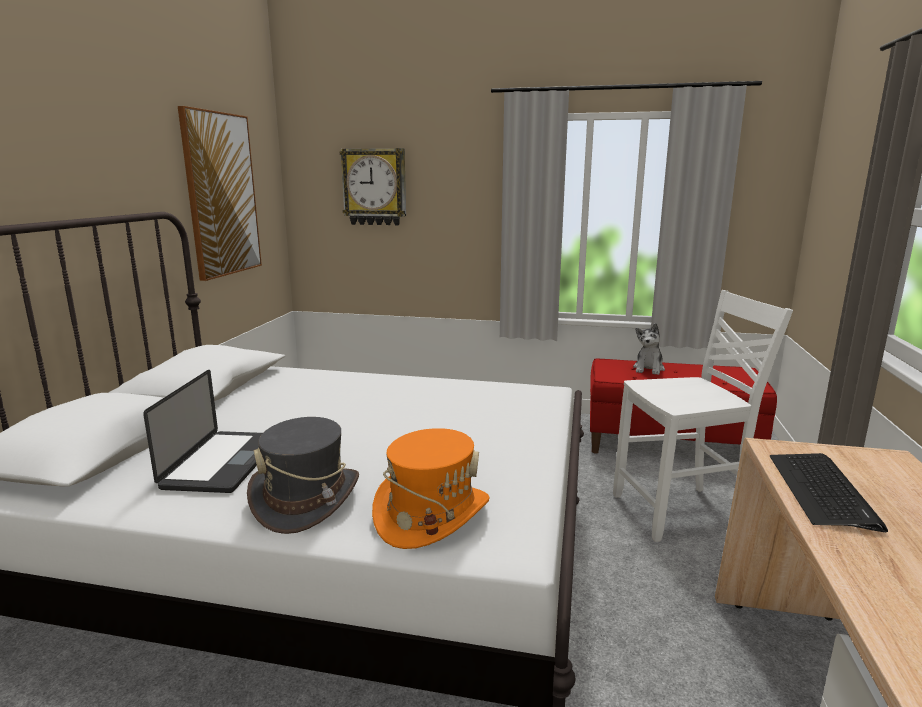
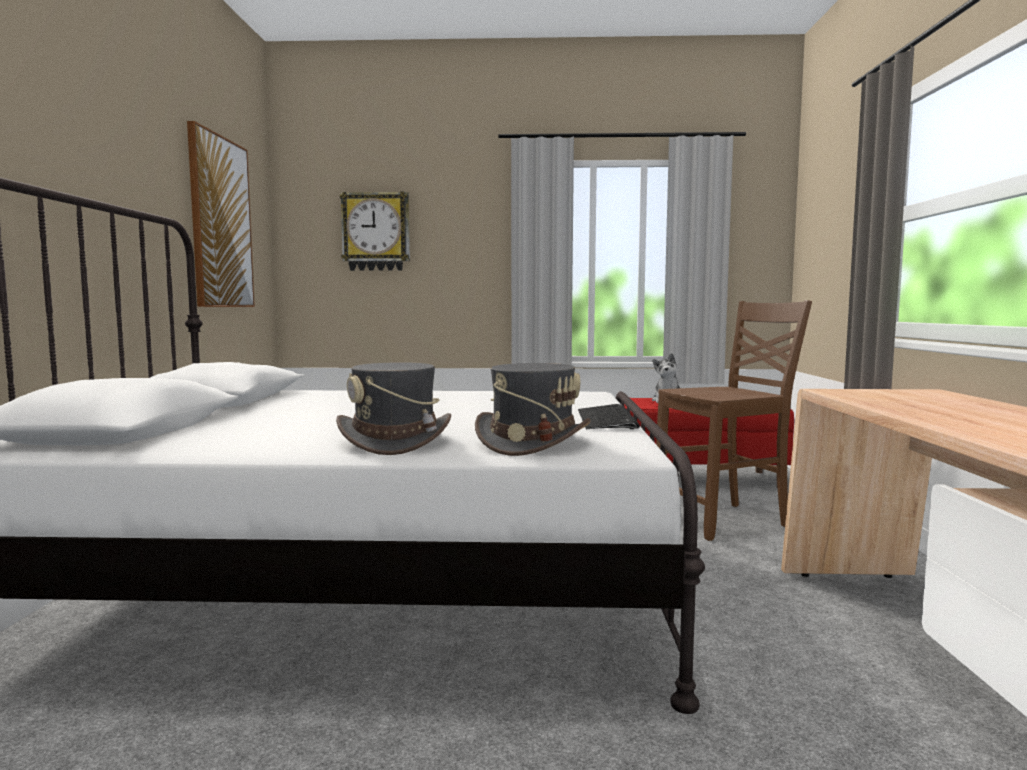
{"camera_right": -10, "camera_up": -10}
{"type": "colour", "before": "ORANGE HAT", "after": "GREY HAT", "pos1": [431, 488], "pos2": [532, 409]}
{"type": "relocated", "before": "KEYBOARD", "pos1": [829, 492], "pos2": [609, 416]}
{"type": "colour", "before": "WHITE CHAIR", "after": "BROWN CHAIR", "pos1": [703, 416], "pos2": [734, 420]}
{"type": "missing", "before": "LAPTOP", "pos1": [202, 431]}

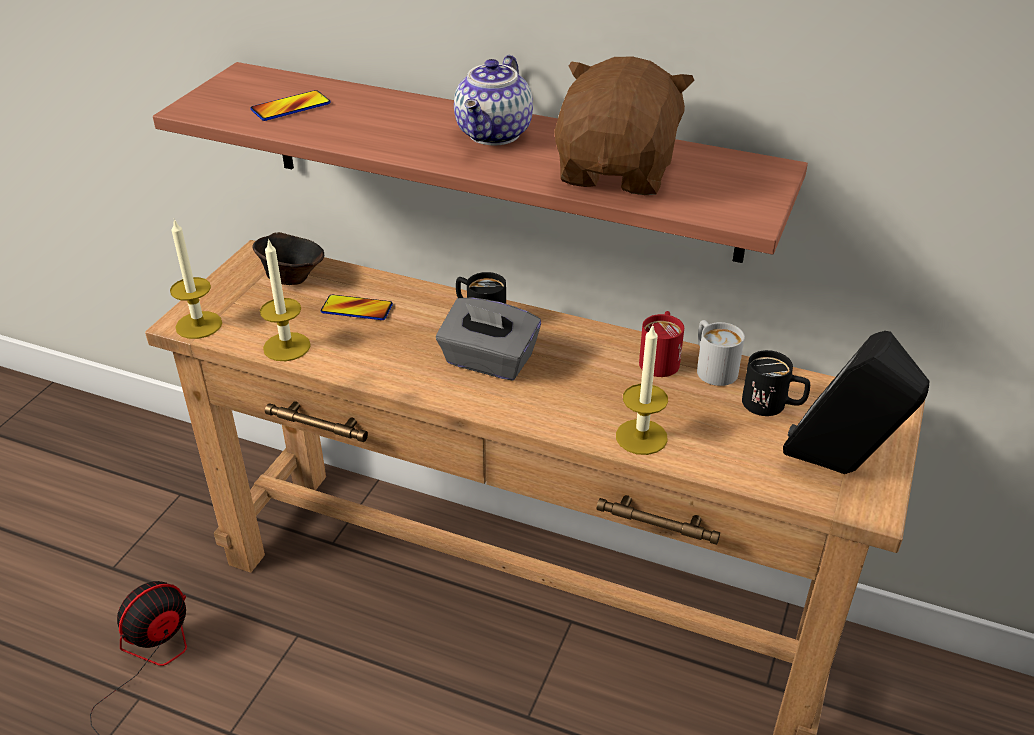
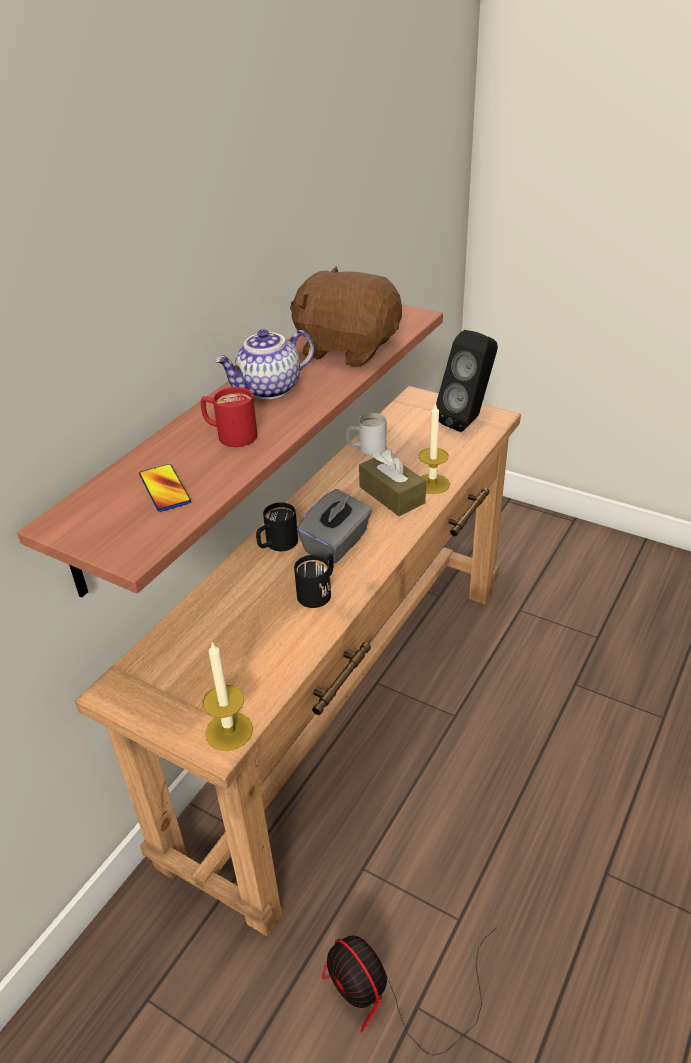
{"camera_right": -80, "camera_up": 0}
{"type": "relocated", "before": "RED MUG", "pos1": [661, 344], "pos2": [229, 417]}
{"type": "spun", "before": "TEAPOT", "pos1": [493, 100], "pos2": [264, 364], "turn": 120}
{"type": "relocated", "before": "BLACK MUG", "pos1": [776, 383], "pos2": [314, 580]}
{"type": "appeared", "after": "BROWN TISSUE BOX", "pos2": [392, 482]}
{"type": "missing", "before": "BROWN BOWL", "pos1": [288, 258]}
{"type": "missing", "before": "CANDLE", "pos1": [285, 299]}
{"type": "missing", "before": "PHONE", "pos1": [357, 307]}

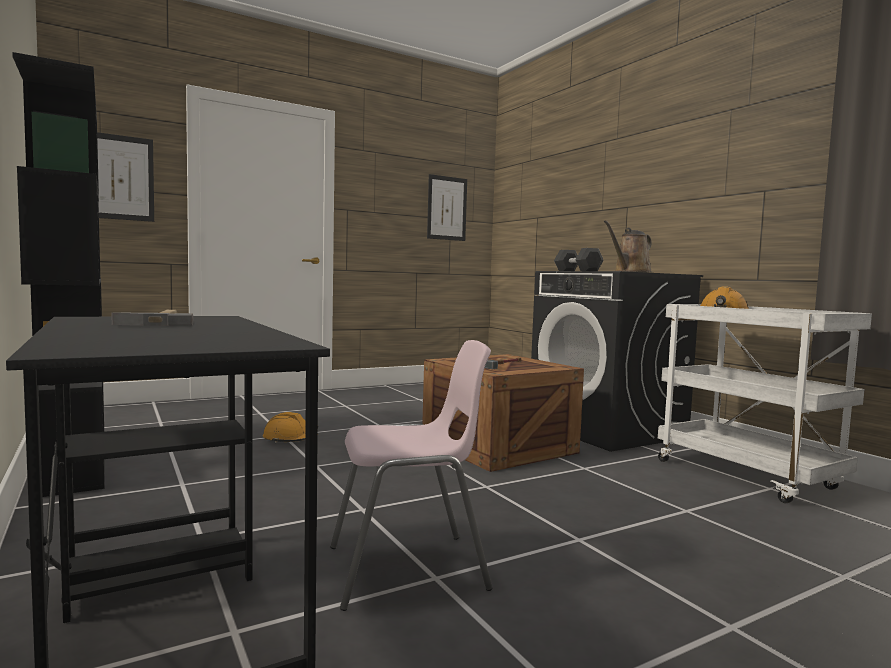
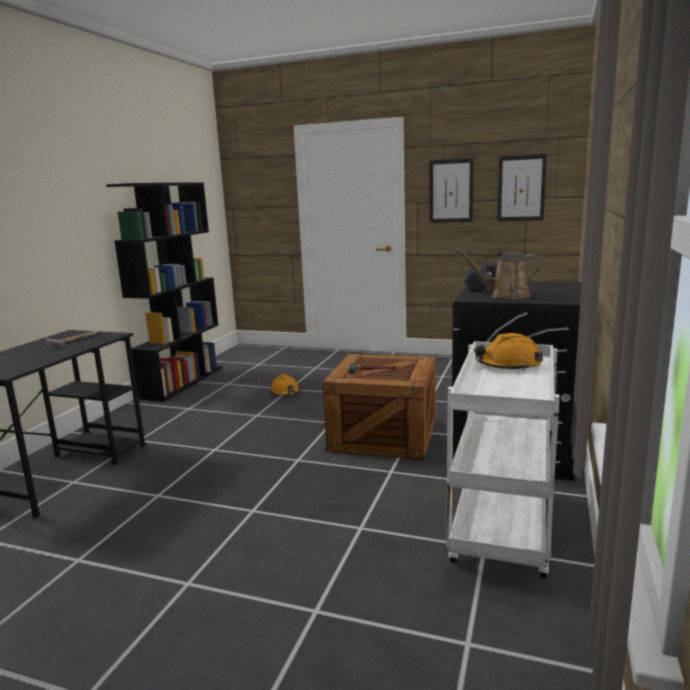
{"camera_right": 50, "camera_up": 10}
{"type": "relocated", "before": "PICTURE", "pos1": [125, 177], "pos2": [452, 190]}
{"type": "missing", "before": "PINK CHAIR", "pos1": [411, 475]}

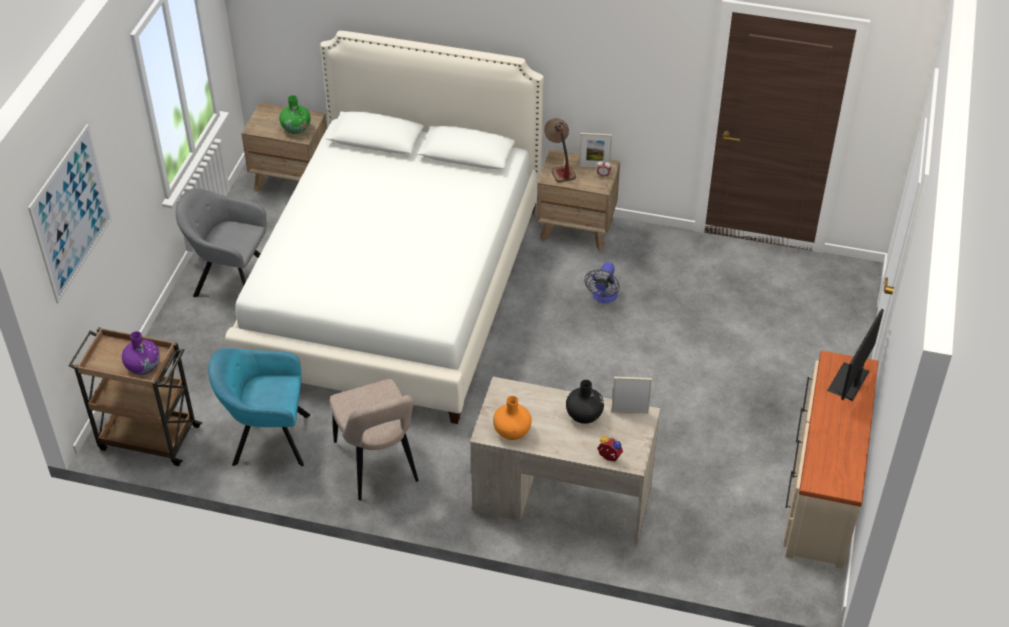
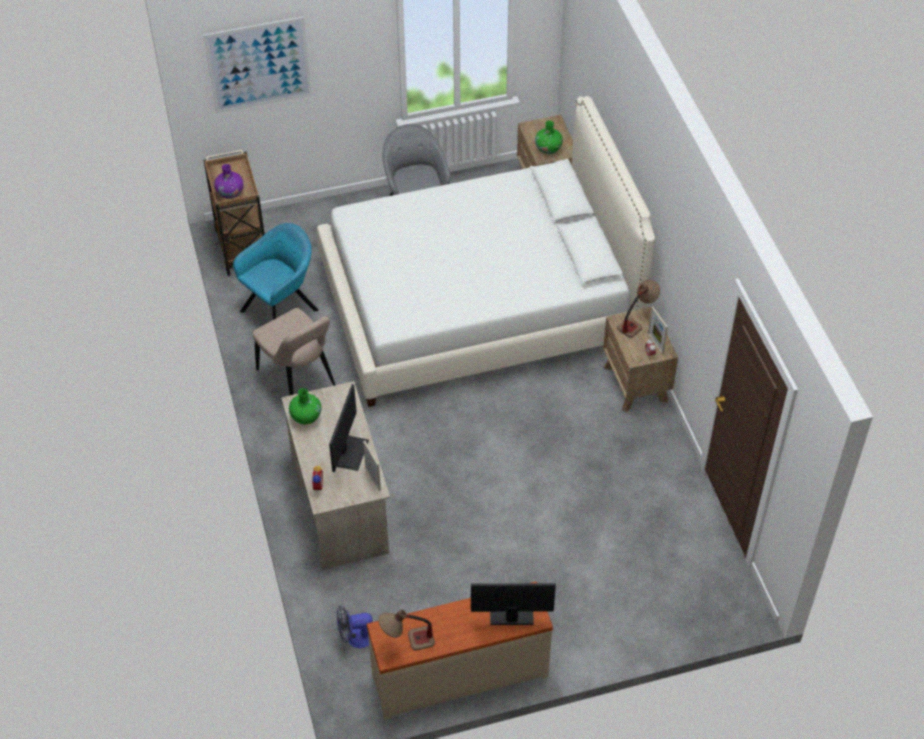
{"camera_right": 60, "camera_up": 5}
{"type": "spun", "before": "TURQUOISE ARMCHAIR", "pos1": [259, 407], "pos2": [275, 271], "turn": 75}
{"type": "spun", "before": "BEIGE CHAIR", "pos1": [374, 439], "pos2": [293, 351], "turn": -75}
{"type": "colour", "before": "ORANGE VASE", "after": "GREEN VASE", "pos1": [512, 418], "pos2": [305, 406]}
{"type": "exchanged", "before": "BLACK VASE", "after": "MONITOR", "pos1": [585, 402], "pos2": [349, 428]}
{"type": "relocated", "before": "FAN", "pos1": [602, 282], "pos2": [354, 627]}
{"type": "appeared", "after": "TABLE LAMP", "pos2": [407, 630]}

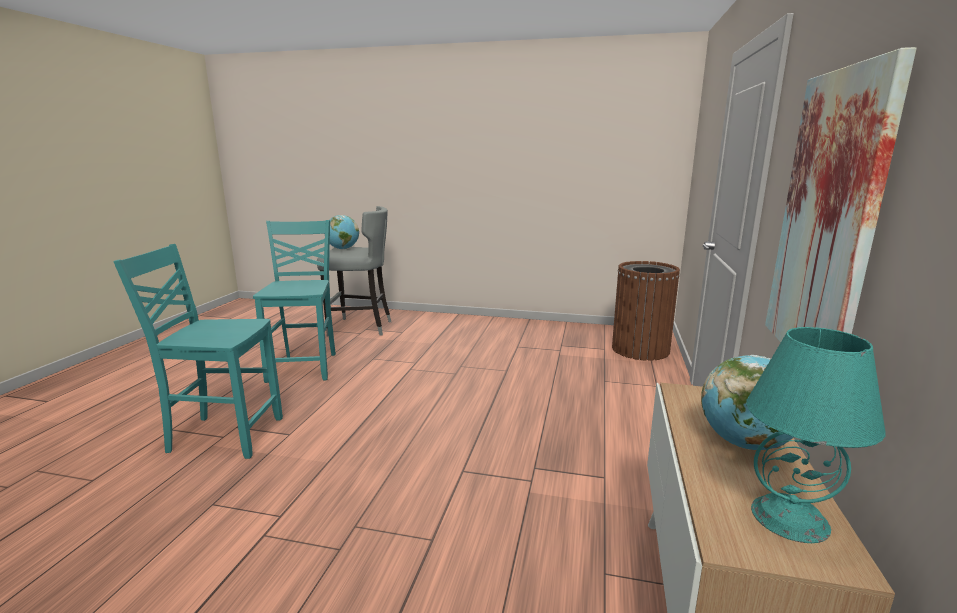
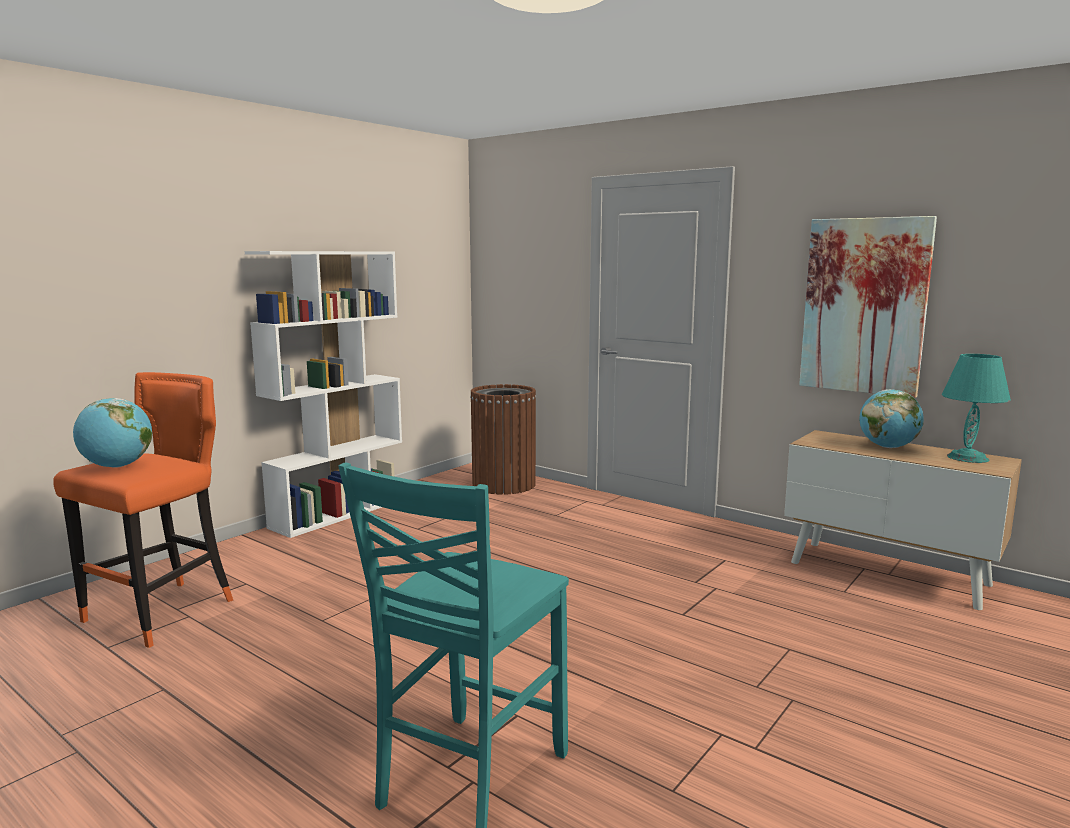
{"camera_right": -65, "camera_up": -5}
{"type": "colour", "before": "GREY STOOL", "after": "ORANGE STOOL", "pos1": [354, 271], "pos2": [143, 510]}
{"type": "appeared", "after": "WHITE BOOKCASE", "pos2": [323, 394]}
{"type": "missing", "before": "TURQUOISE CHAIR", "pos1": [294, 301]}

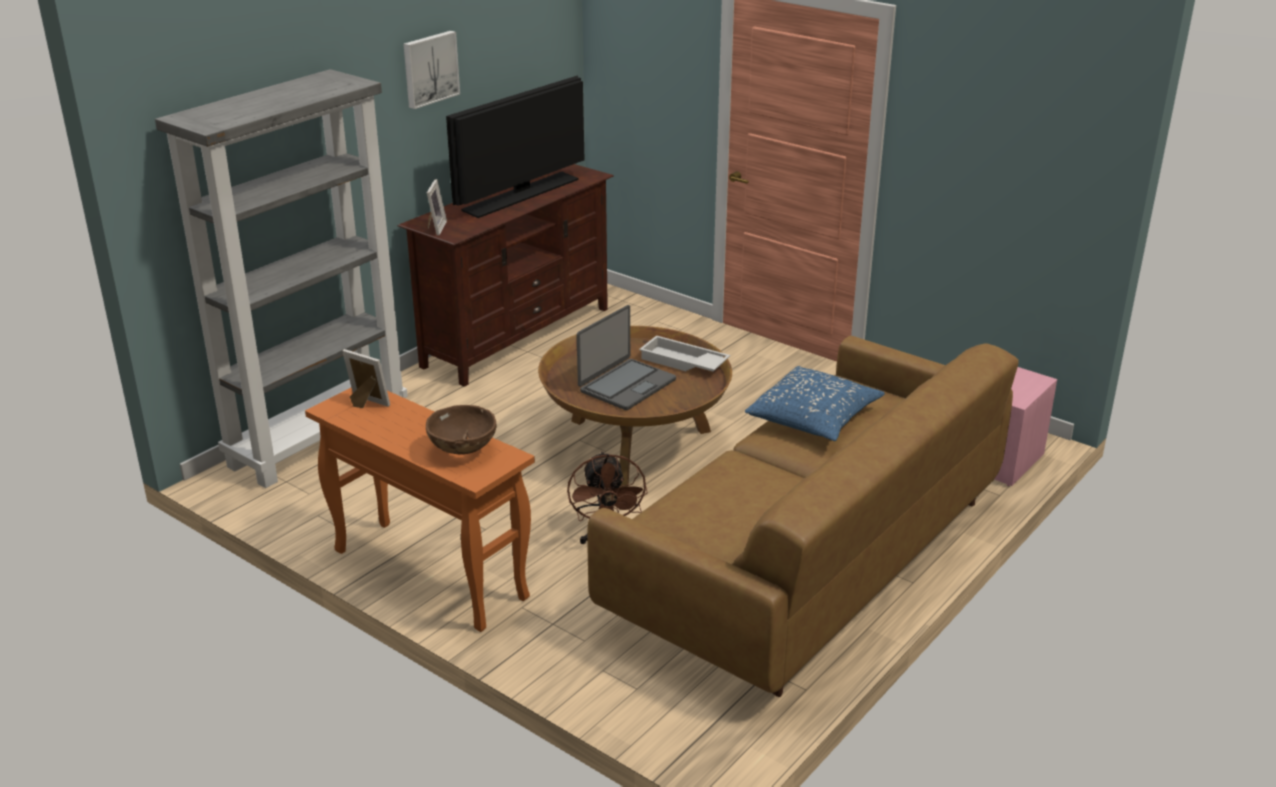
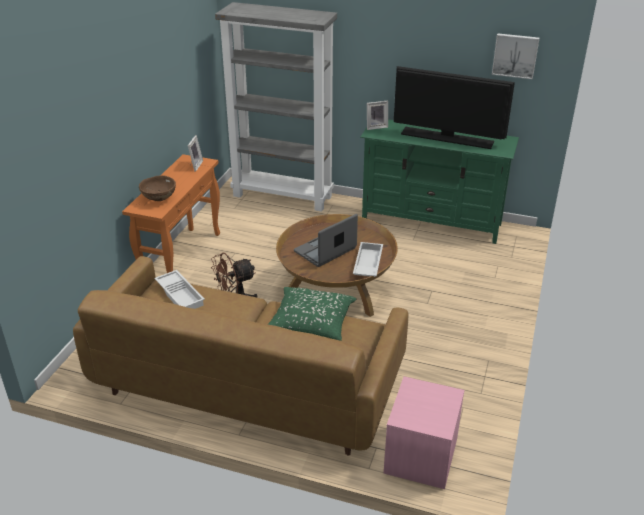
{"camera_right": 70, "camera_up": 5}
{"type": "appeared", "after": "WHITE TRAY", "pos2": [179, 289]}
{"type": "colour", "before": "BLUE PILLOW", "after": "GREEN PILLOW", "pos1": [815, 403], "pos2": [312, 314]}
{"type": "spun", "before": "LAPTOP", "pos1": [626, 357], "pos2": [326, 240], "turn": 120}
{"type": "colour", "before": "BROWN TV STAND", "after": "GREEN TV STAND", "pos1": [506, 275], "pos2": [439, 182]}
{"type": "relocated", "before": "PICTURE", "pos1": [431, 70], "pos2": [515, 56]}

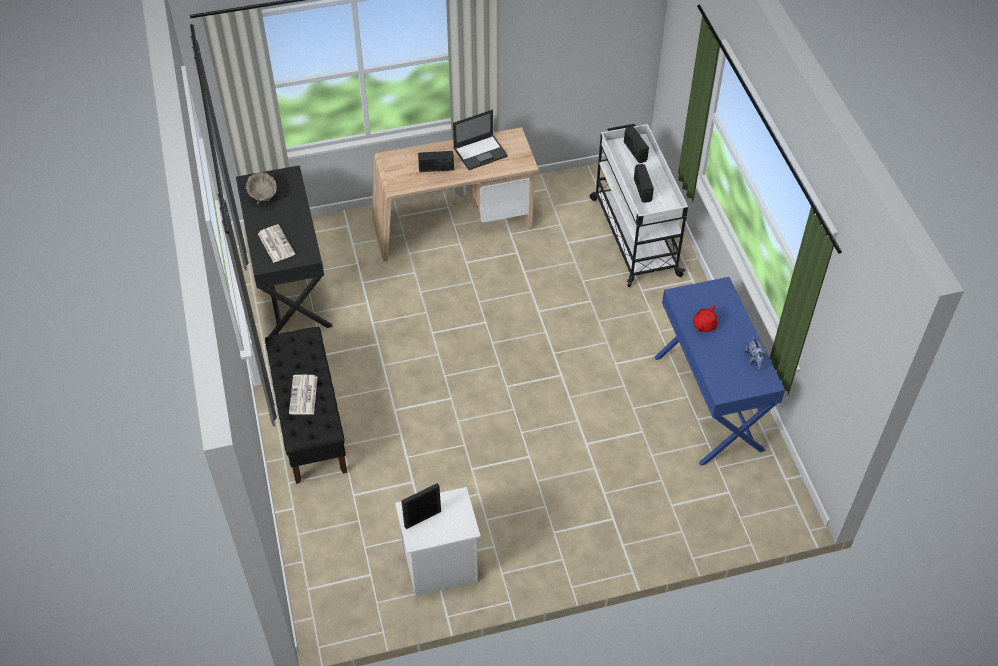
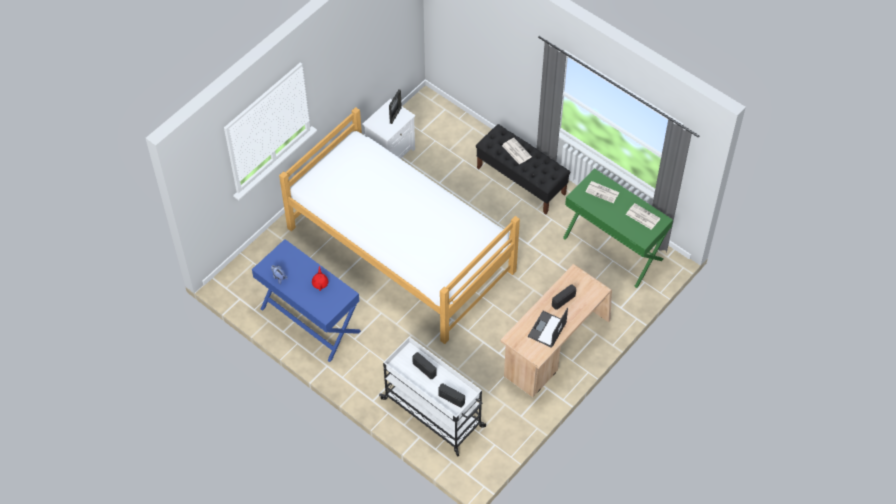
{"camera_right": 145, "camera_up": 5}
{"type": "appeared", "after": "BED", "pos2": [399, 225]}
{"type": "colour", "before": "BLACK DESK", "after": "GREEN DESK", "pos1": [284, 250], "pos2": [618, 228]}
{"type": "exchanged", "before": "BEIGE BOWL", "after": "NEWSPAPER", "pos1": [261, 188], "pos2": [643, 216]}

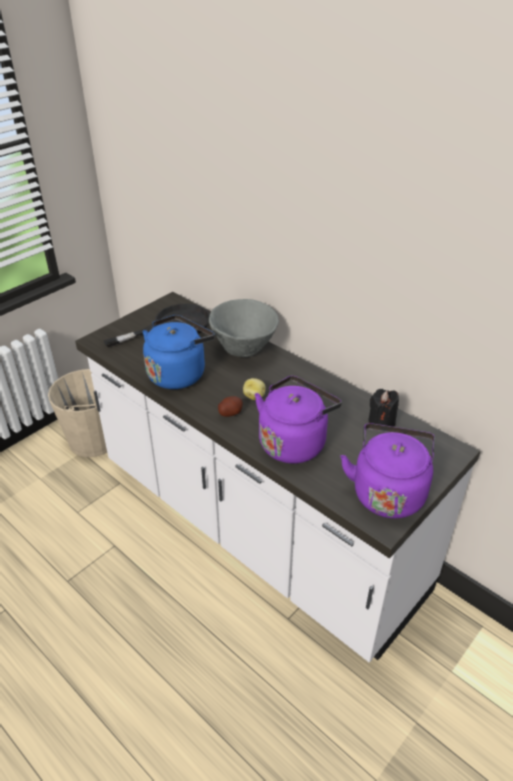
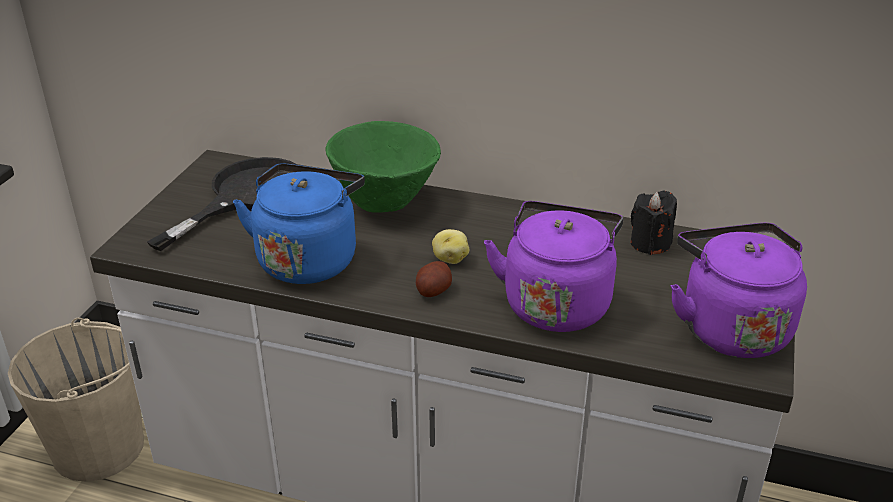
{"camera_right": -25, "camera_up": -5}
{"type": "colour", "before": "GREY BOWL", "after": "GREEN BOWL", "pos1": [244, 328], "pos2": [383, 167]}

